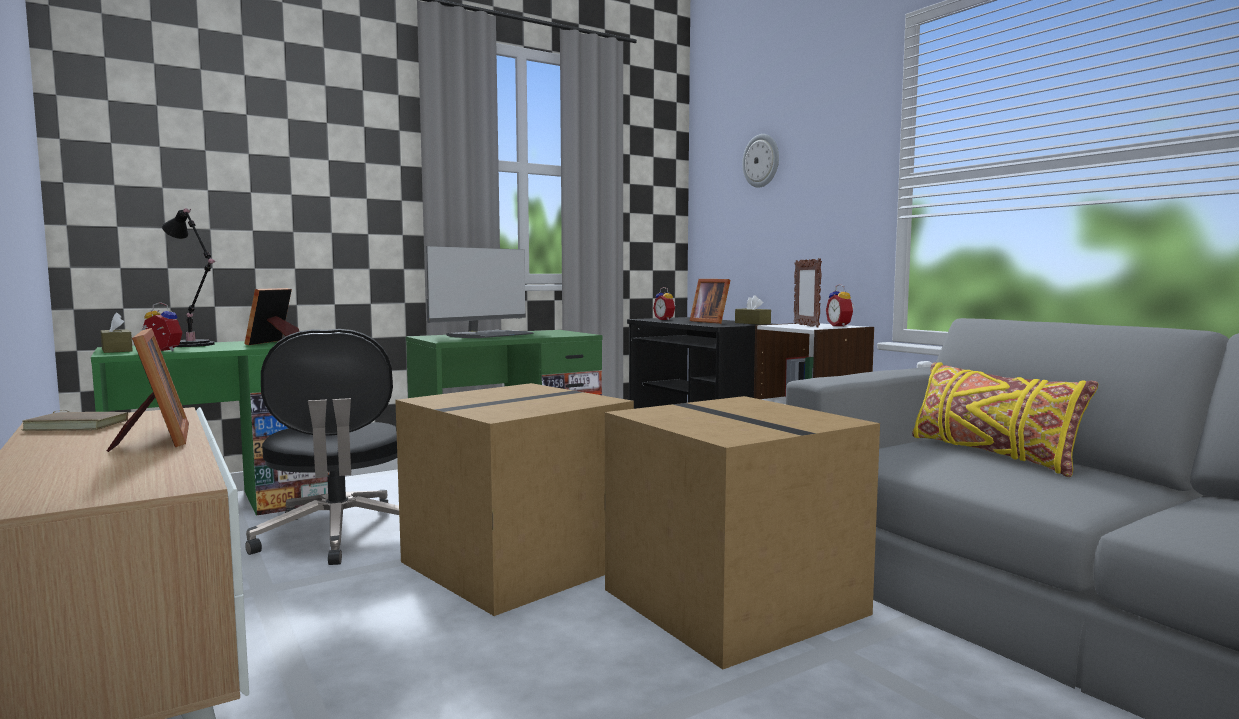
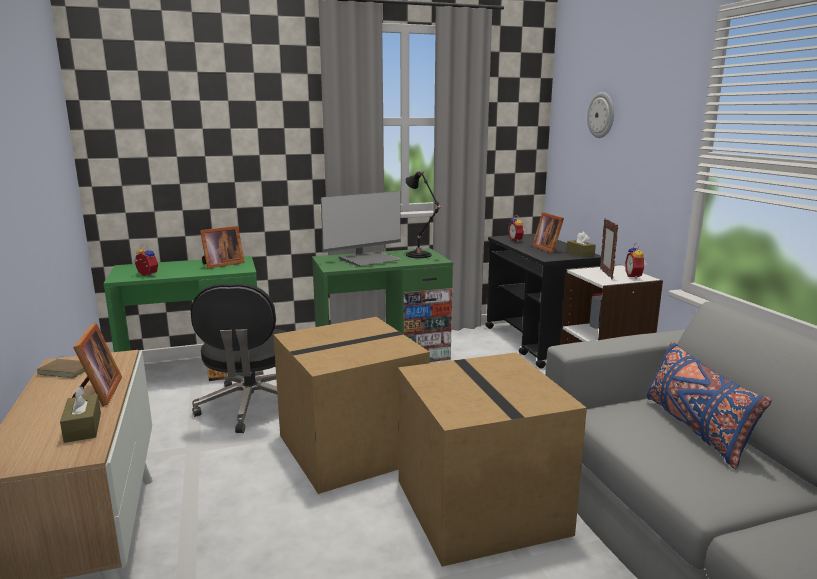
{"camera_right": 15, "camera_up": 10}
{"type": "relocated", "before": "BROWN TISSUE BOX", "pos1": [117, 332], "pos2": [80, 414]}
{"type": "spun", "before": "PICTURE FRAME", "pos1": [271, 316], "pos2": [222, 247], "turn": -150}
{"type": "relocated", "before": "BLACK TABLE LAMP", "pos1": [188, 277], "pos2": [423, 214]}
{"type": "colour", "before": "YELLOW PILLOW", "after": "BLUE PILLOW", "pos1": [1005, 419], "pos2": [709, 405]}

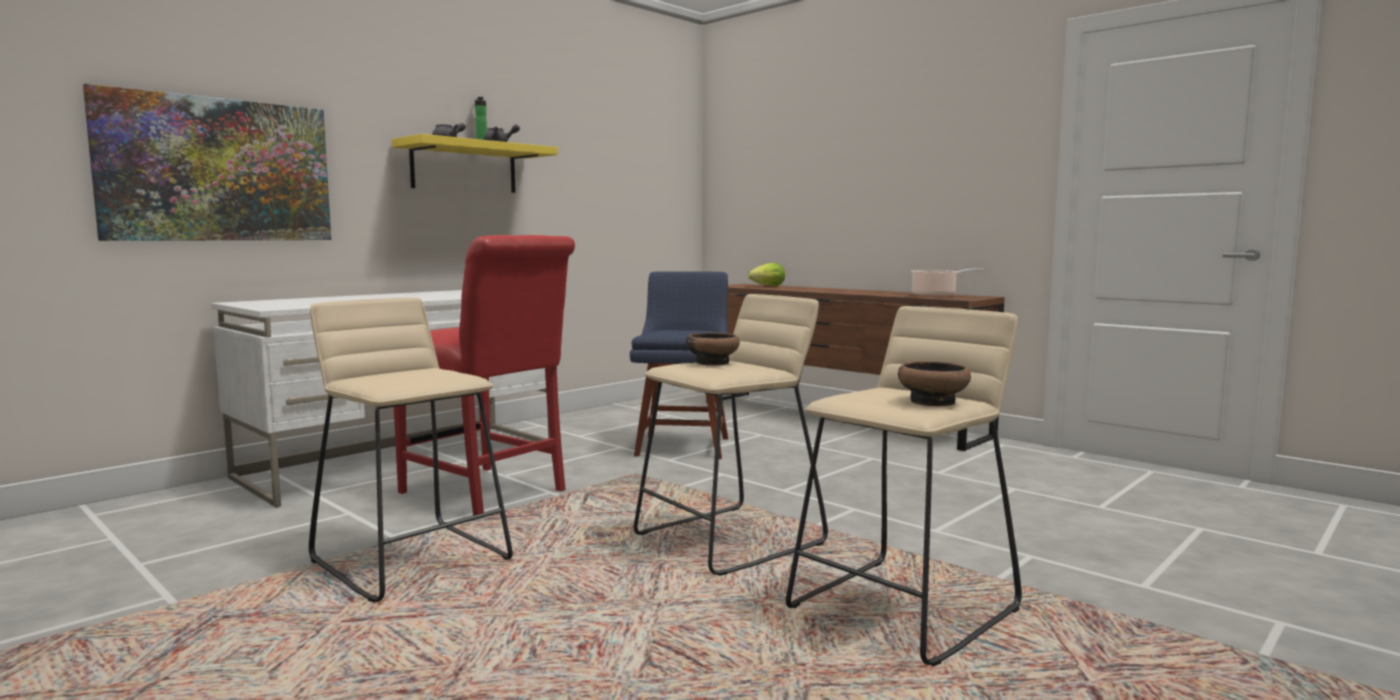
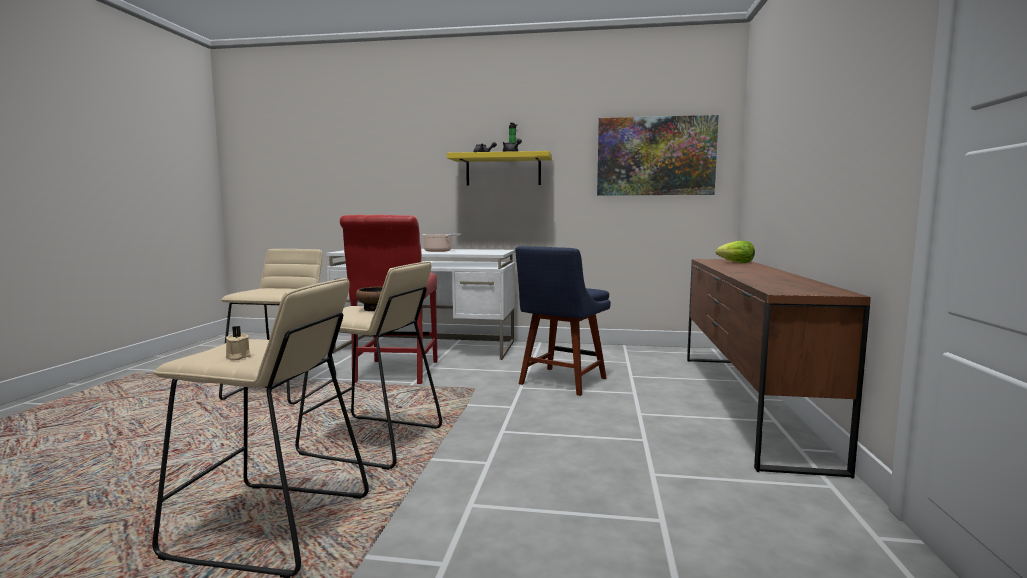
{"camera_right": 55, "camera_up": 0}
{"type": "exchanged", "before": "BOWL", "after": "BEIGE CANDLE", "pos1": [934, 383], "pos2": [238, 343]}
{"type": "relocated", "before": "COOKING POT", "pos1": [947, 282], "pos2": [441, 243]}
{"type": "spun", "before": "BLUE CHAIR", "pos1": [679, 365], "pos2": [563, 321], "turn": 150}
{"type": "relocated", "before": "PICTURE", "pos1": [207, 162], "pos2": [658, 155]}

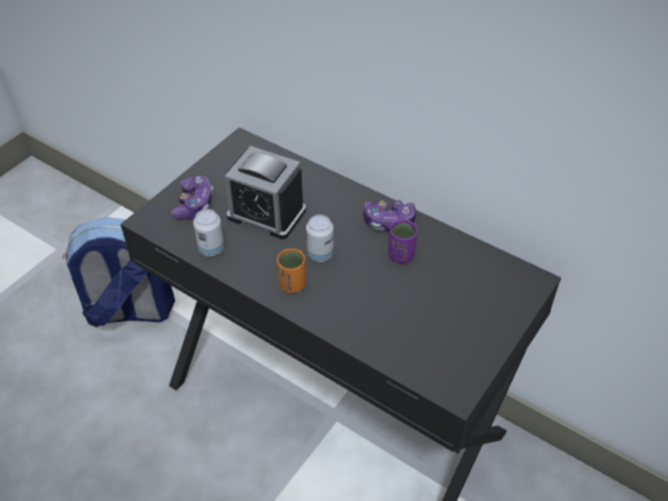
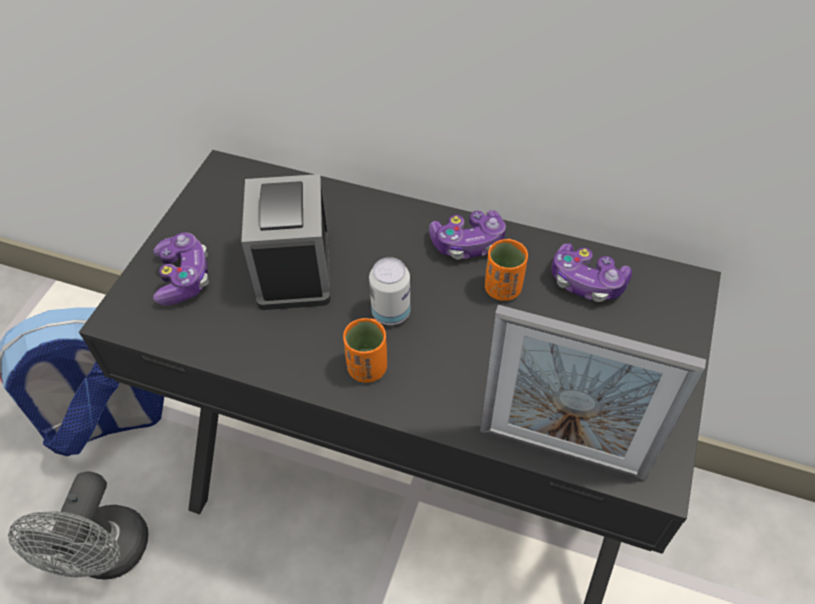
{"camera_right": -15, "camera_up": 5}
{"type": "appeared", "after": "GREY FAN", "pos2": [78, 525]}
{"type": "spun", "before": "ALARM CLOCK", "pos1": [265, 192], "pos2": [286, 242], "turn": 75}
{"type": "appeared", "after": "PICTURE FRAME", "pos2": [593, 393]}
{"type": "colour", "before": "PURPLE CUP", "after": "ORANGE CUP", "pos1": [402, 241], "pos2": [506, 270]}
{"type": "appeared", "after": "GAME CONTROLLER", "pos2": [591, 272]}
{"type": "missing", "before": "CAN", "pos1": [208, 232]}

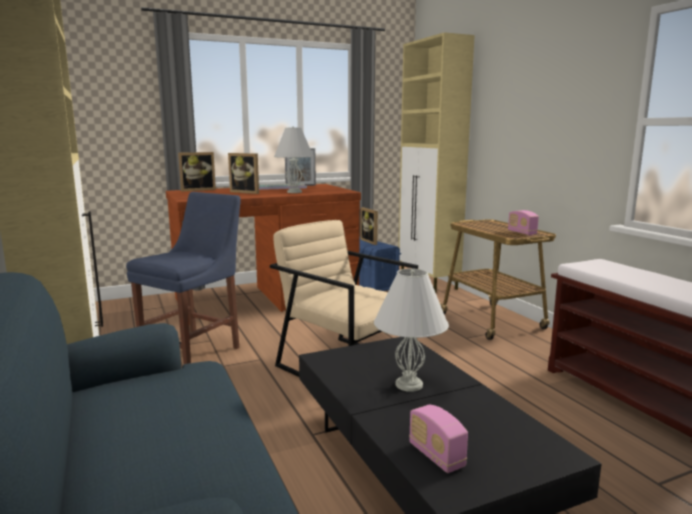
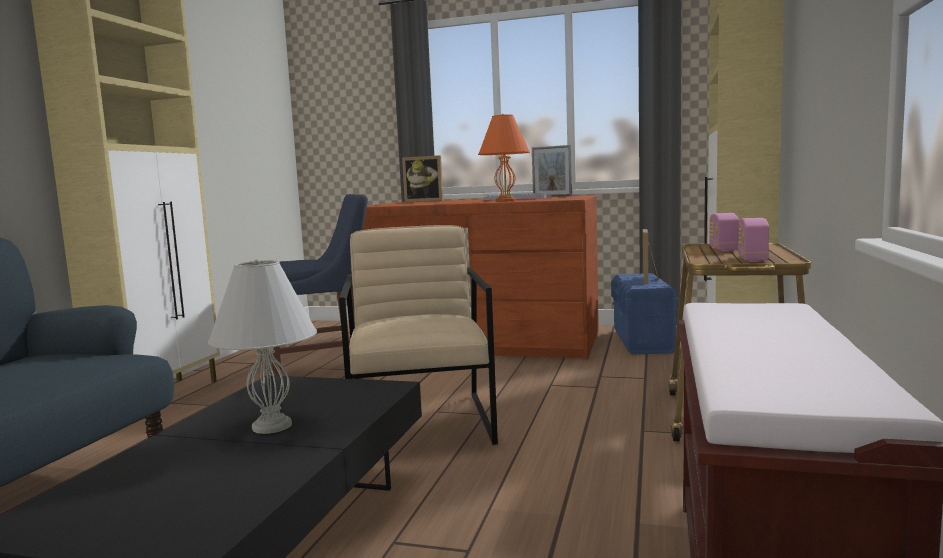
{"camera_right": 40, "camera_up": -5}
{"type": "colour", "before": "WHITE TABLE LAMP", "after": "ORANGE TABLE LAMP", "pos1": [294, 159], "pos2": [504, 157]}
{"type": "relocated", "before": "RADIO", "pos1": [438, 439], "pos2": [724, 232]}
{"type": "missing", "before": "PICTURE FRAME", "pos1": [243, 173]}

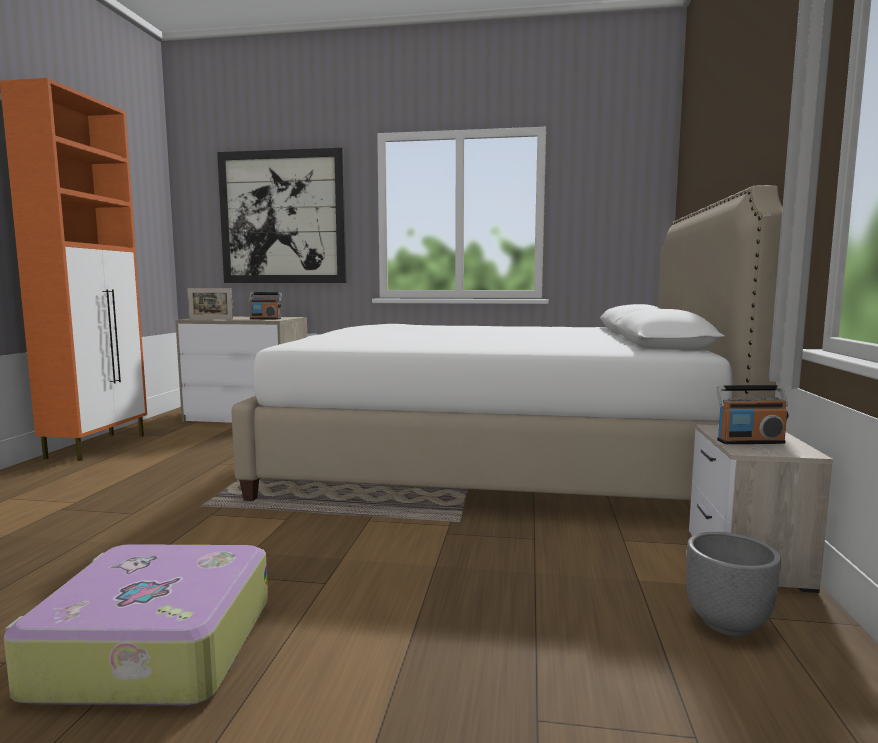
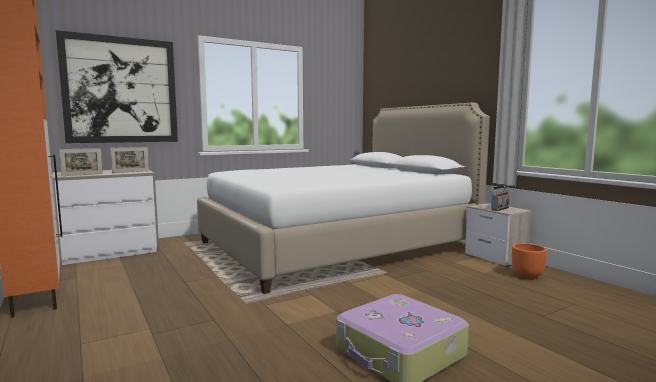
{"camera_right": -40, "camera_up": 0}
{"type": "exchanged", "before": "RADIO", "after": "PICTURE FRAME", "pos1": [265, 305], "pos2": [129, 160]}
{"type": "colour", "before": "GREY PLANTER", "after": "ORANGE PLANTER", "pos1": [733, 584], "pos2": [529, 261]}

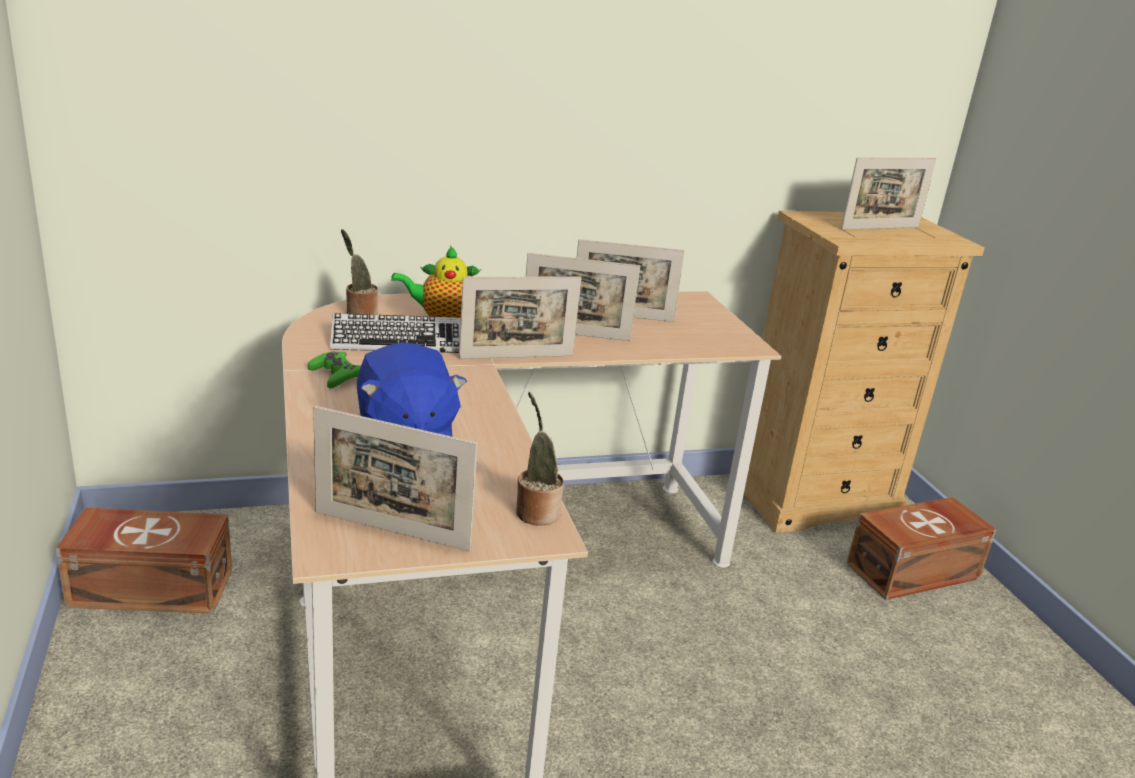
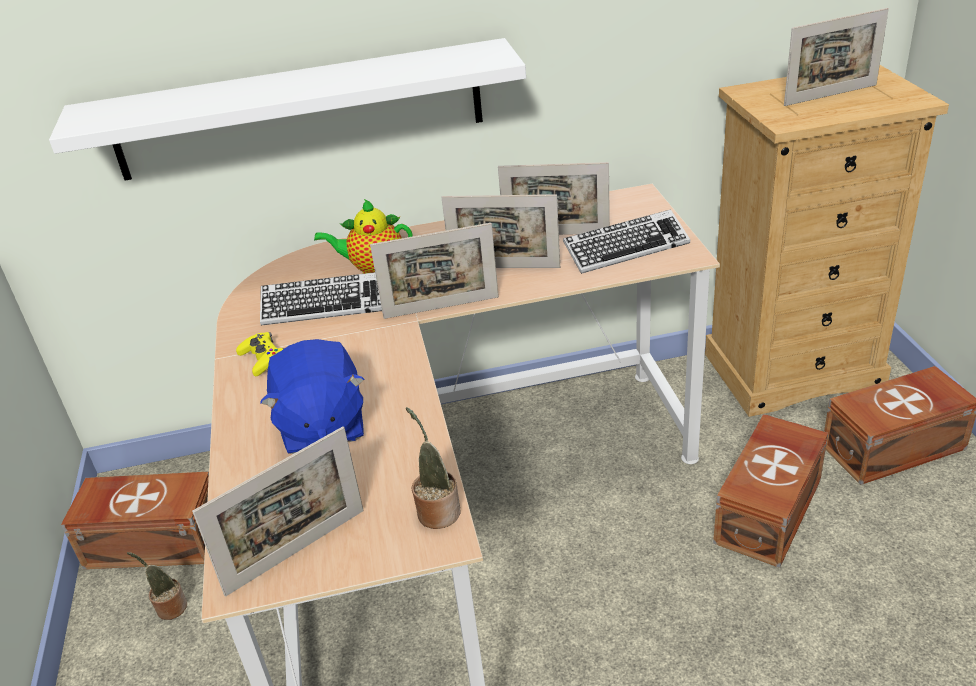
{"camera_right": 10, "camera_up": 10}
{"type": "appeared", "after": "WHITE SHELF", "pos2": [287, 109]}
{"type": "relocated", "before": "POTTED PLANT", "pos1": [359, 272], "pos2": [157, 586]}
{"type": "spun", "before": "PICTURE FRAME", "pos1": [395, 478], "pos2": [278, 511], "turn": -60}
{"type": "colour", "before": "GREEN GAME CONTROLLER", "after": "YELLOW GAME CONTROLLER", "pos1": [334, 370], "pos2": [260, 354]}
{"type": "appeared", "after": "KEYBOARD", "pos2": [626, 241]}
{"type": "appeared", "after": "BROWN STORAGE BOX", "pos2": [770, 491]}

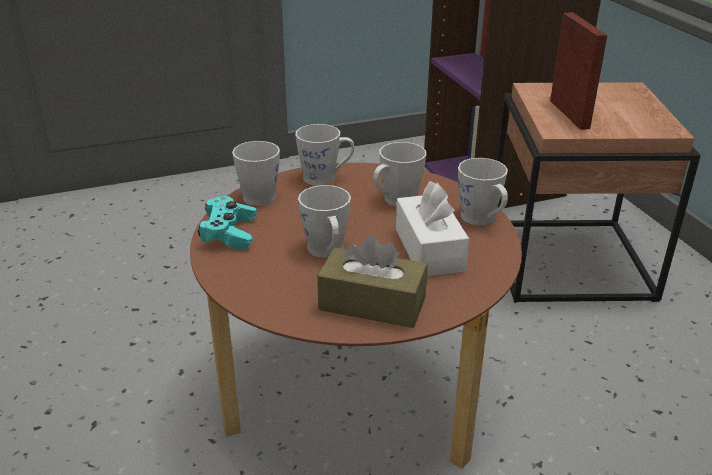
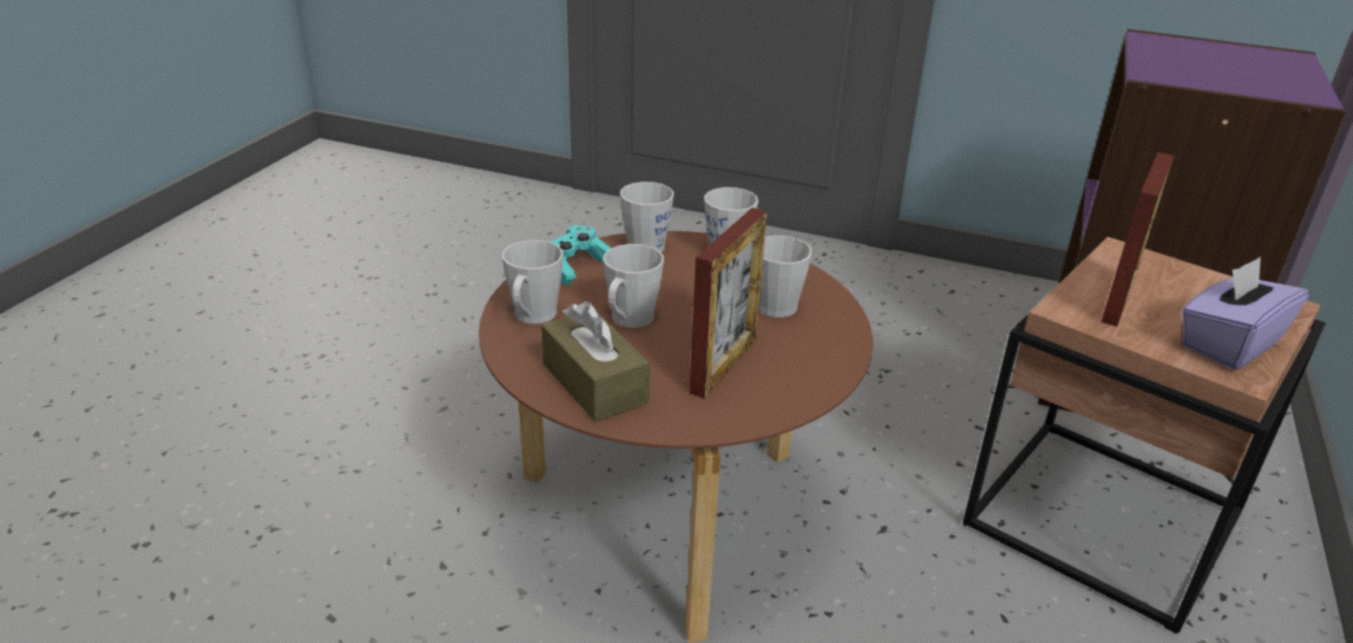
{"camera_right": 40, "camera_up": 0}
{"type": "relocated", "before": "GREY MUG", "pos1": [483, 191], "pos2": [532, 282]}
{"type": "exchanged", "before": "WHITE TISSUE BOX", "after": "PICTURE FRAME", "pos1": [432, 228], "pos2": [728, 303]}
{"type": "appeared", "after": "PURPLE TISSUE BOX", "pos2": [1245, 313]}

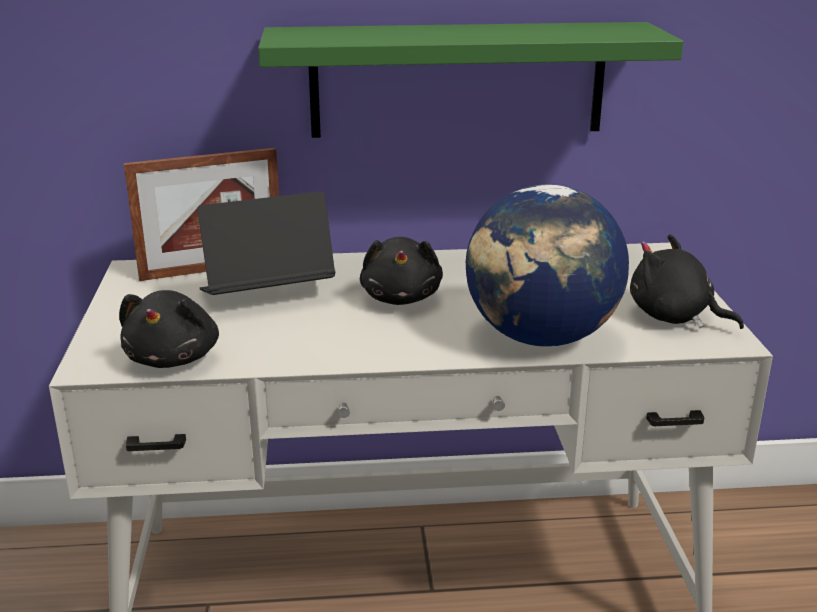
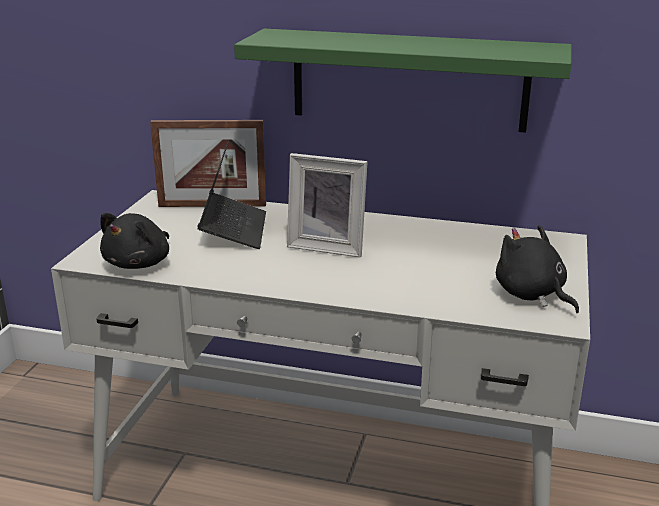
{"camera_right": 20, "camera_up": 0}
{"type": "spun", "before": "LAPTOP", "pos1": [266, 243], "pos2": [231, 194], "turn": 90}
{"type": "exchanged", "before": "BLACK PLUSH TOY", "after": "PICTURE FRAME", "pos1": [401, 271], "pos2": [327, 205]}
{"type": "missing", "before": "GLOBE", "pos1": [547, 266]}

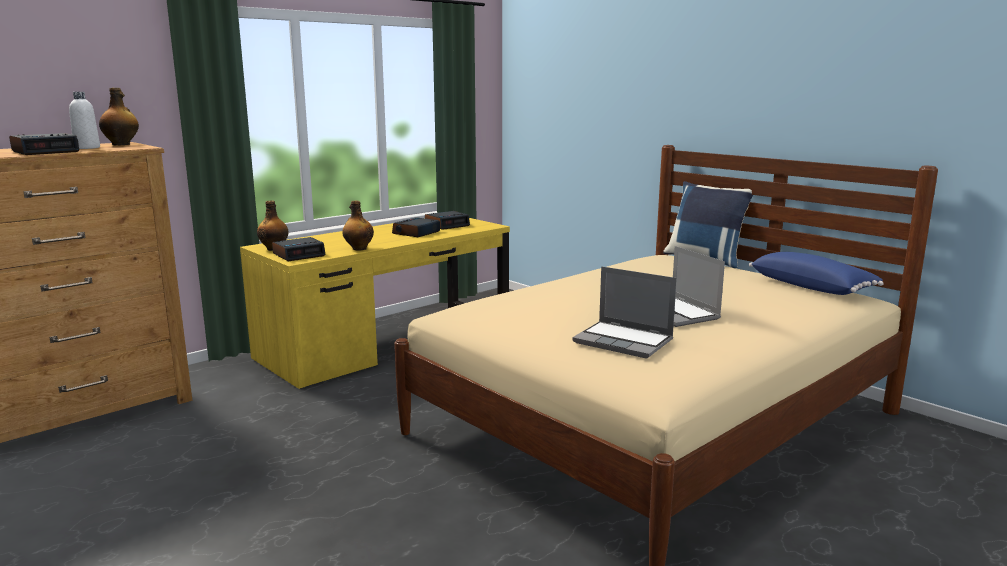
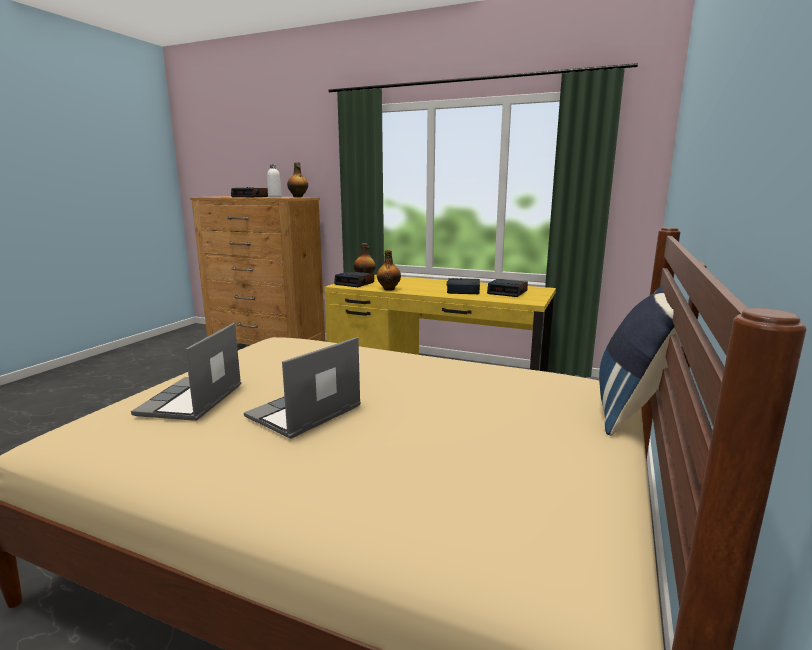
{"camera_right": 65, "camera_up": 0}
{"type": "missing", "before": "BLUE PILLOW", "pos1": [816, 273]}

